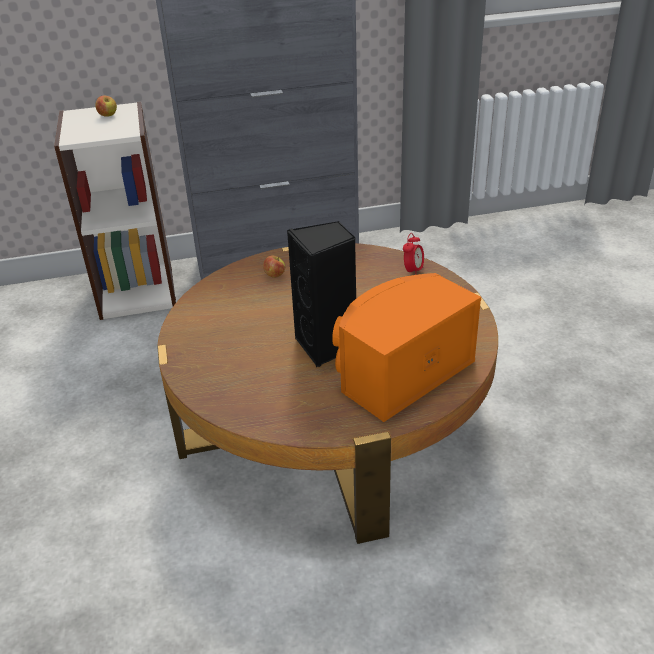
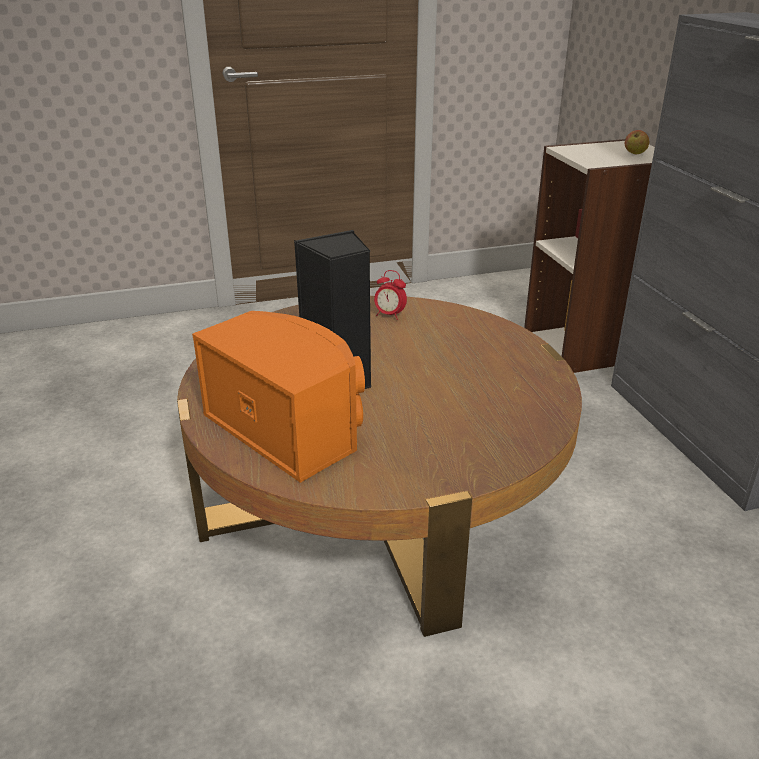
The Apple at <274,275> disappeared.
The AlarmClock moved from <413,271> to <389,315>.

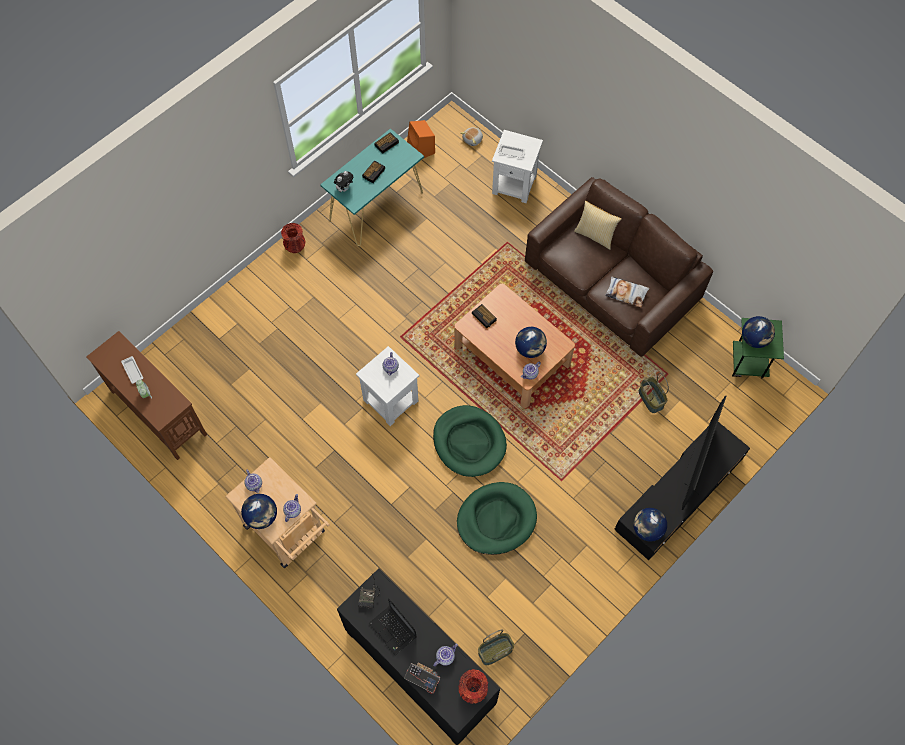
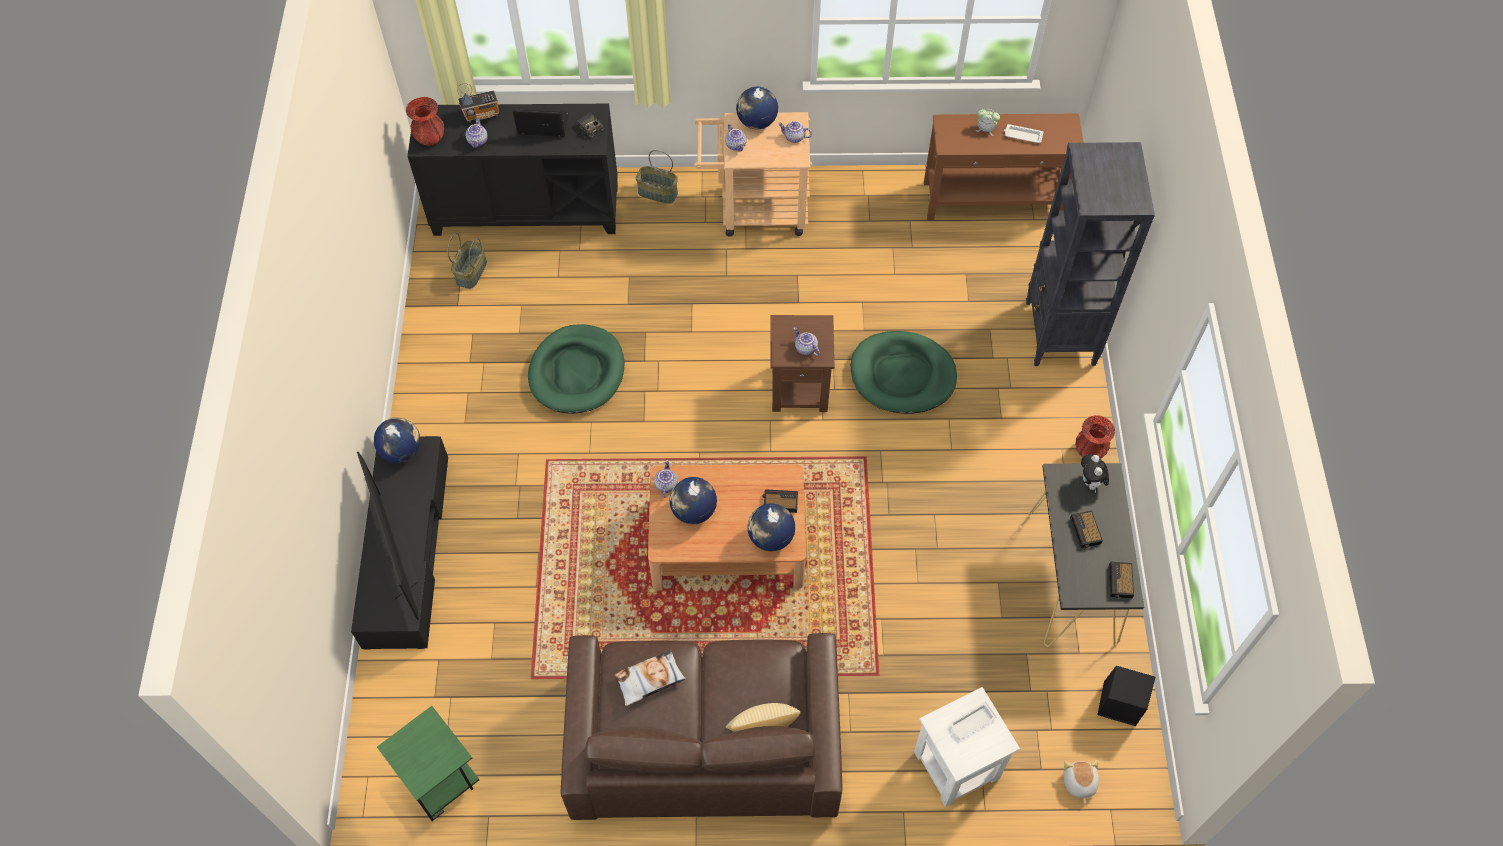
The TurquoiseColouredConsoleTable at <376,206> became the BlackColouredConsoleTable at <1072,578>.
The WhitishAccentTable at <390,400> became the BrownAccentTable at <800,388>.
The OrangeLoudspeaker at <421,150> became the BlackColouredLoudspeaker at <1118,703>.
The GreenishDogCushion moved from <469,442> to <902,375>.
The HouseholdBasket moved from <651,399> to <657,193>.
The DeskGlobe moved from <754,339> to <770,538>.
The BlackColouredBookcase at <1060,334> appeared.

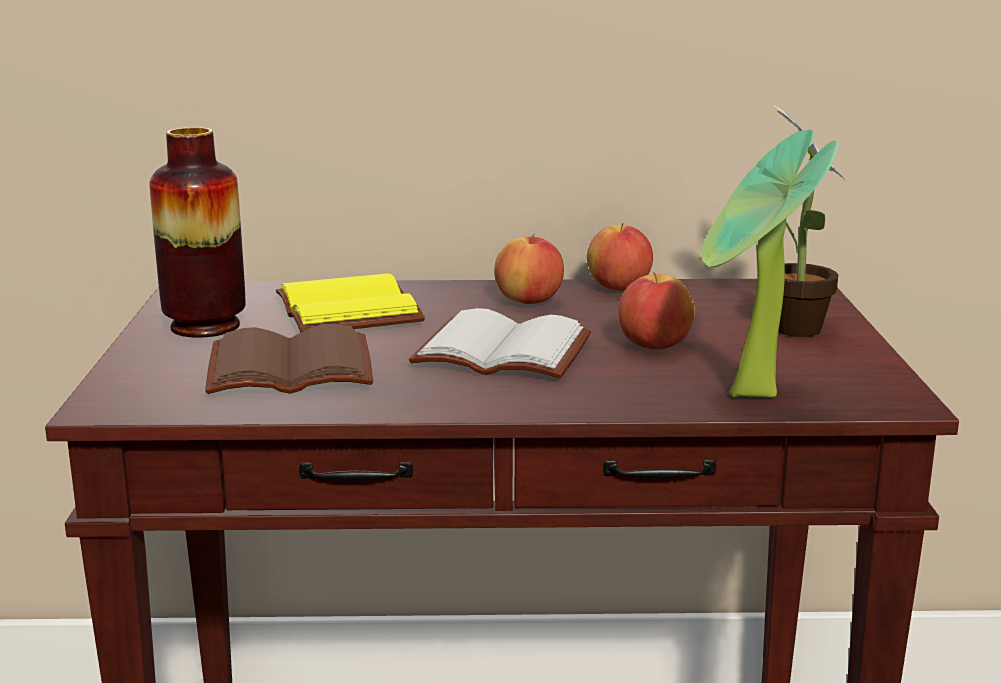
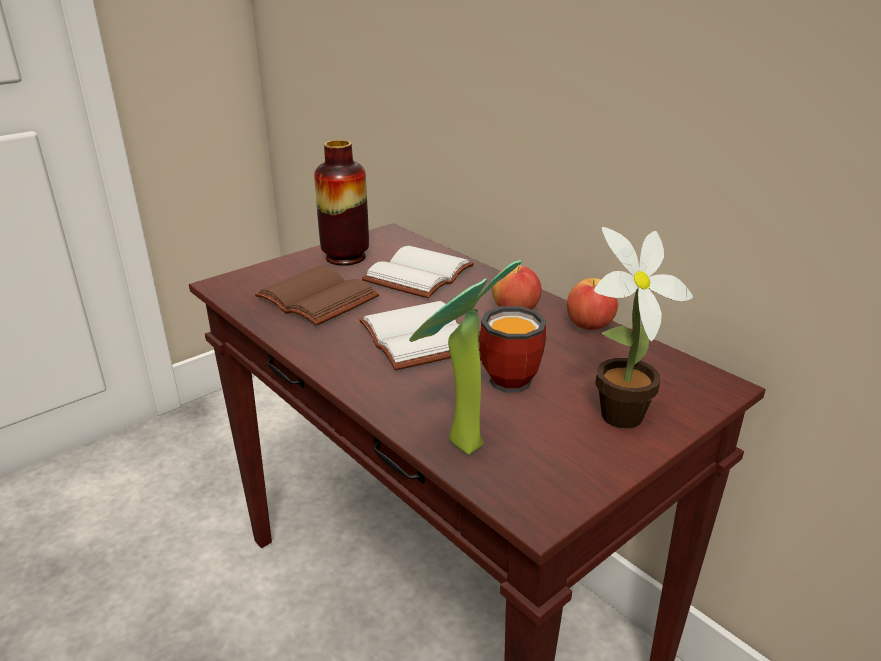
The YellowishBoundBook at <353,311> became the WhitishBoundBook at <420,276>.
The Apple at <654,346> was replaced by the TeaMug at <502,378>.

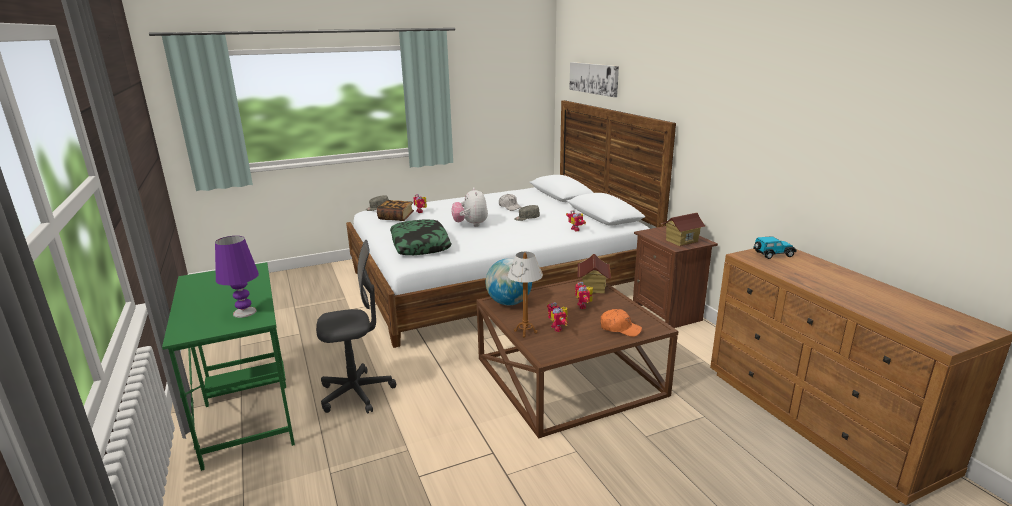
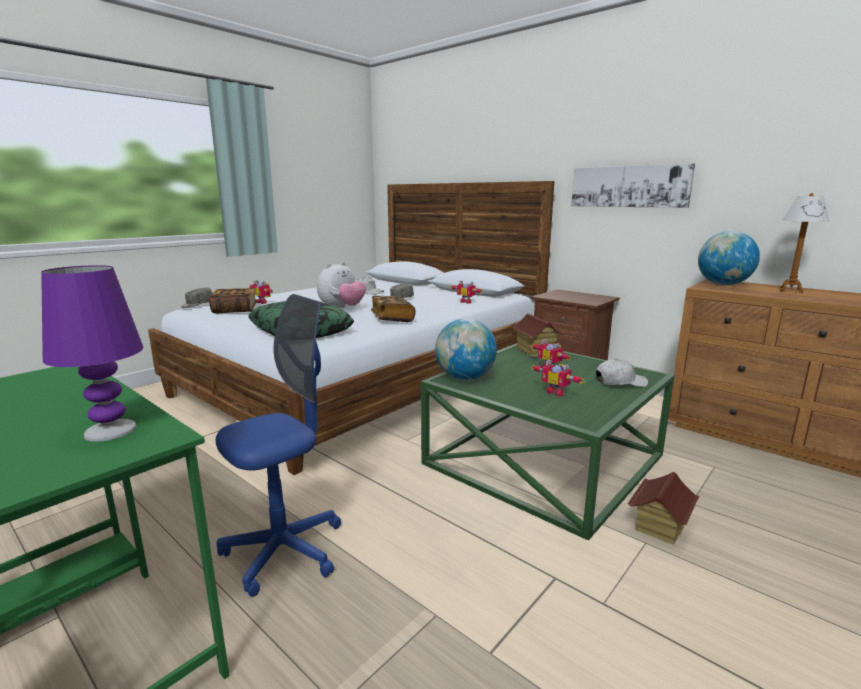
The GreyDeskChair at <356,393> became the BluishDeskChair at <284,551>.
The CuddlyToy at <470,225> turned 105 degrees counterclockwise.
The BrownCoffeeTable at <570,376> became the GreenishCoffeeTable at <544,458>.
The TableLamp moved from <525,332> to <790,290>.
The WallArt moved from <594,78> to <629,186>.
The OrangeBaseballCap at <620,328> became the WhitishBaseballCap at <620,382>.
The MiniatureHouse moved from <681,241> to <659,526>.
The MiniatureCar at <772,254> was replaced by the DeskGlobe at <723,285>.
The BoundBook at <392,319> appeared.

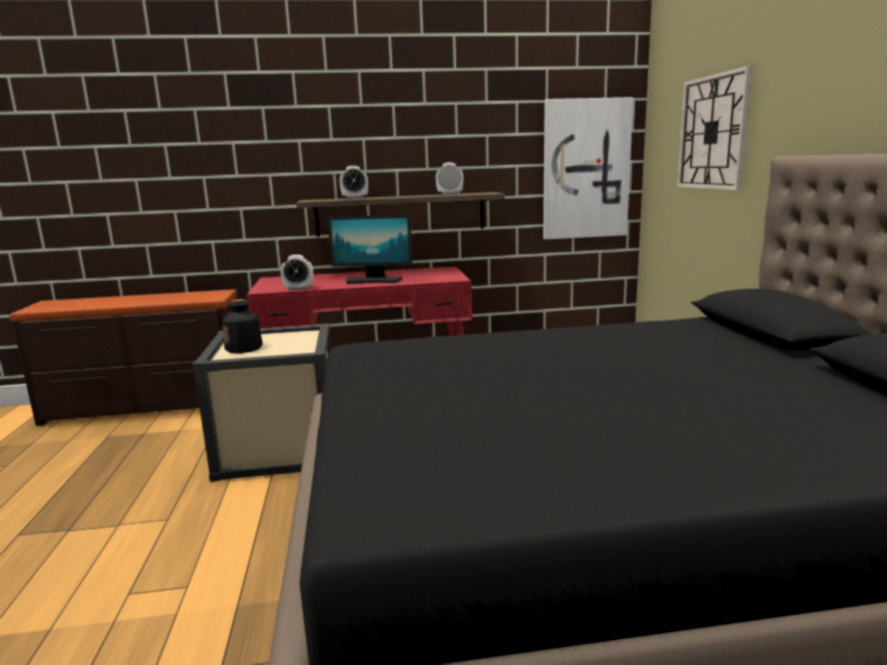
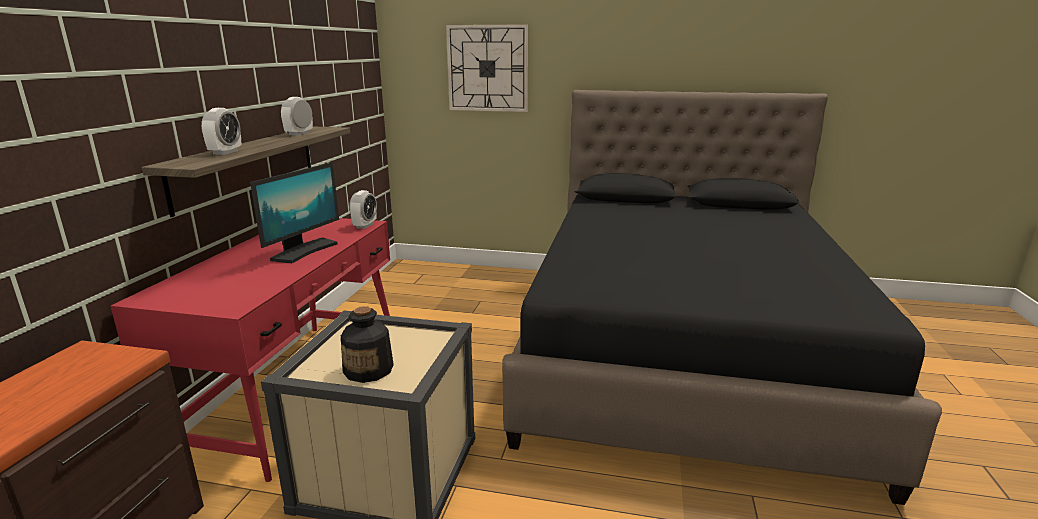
The AlarmClock moved from <298,289> to <365,225>.
The WallArt at <585,169> disappeared.

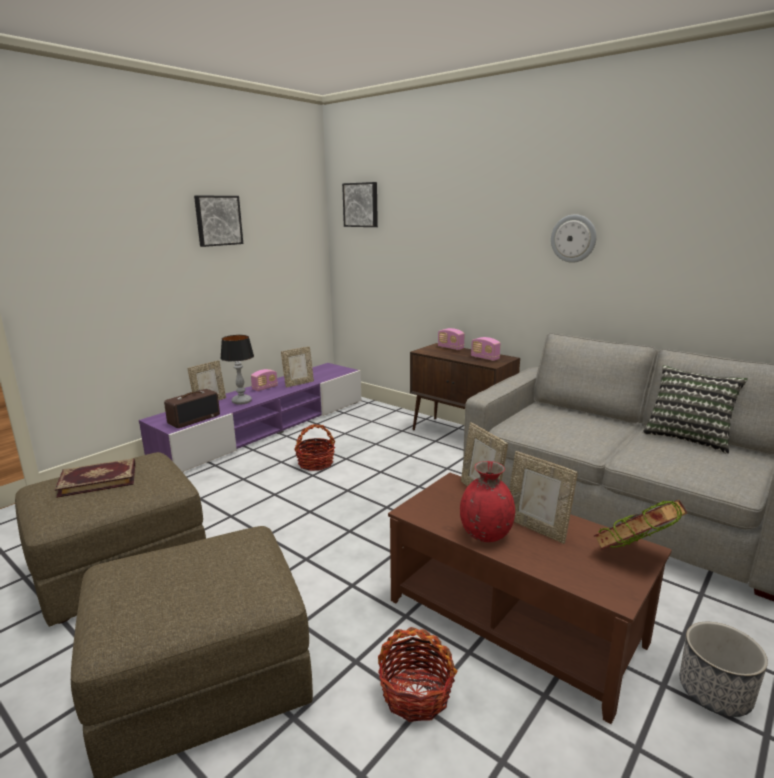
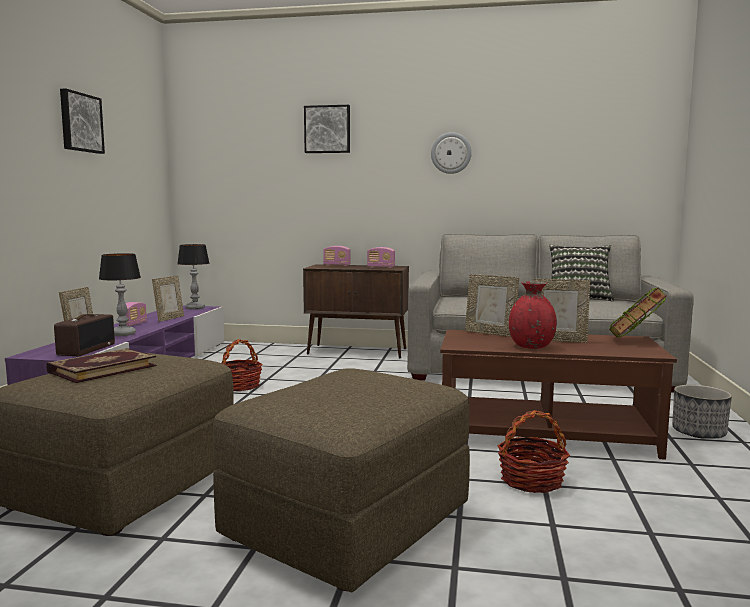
The WallArt moved from <361,205> to <327,129>.
The TableLamp at <195,308> appeared.

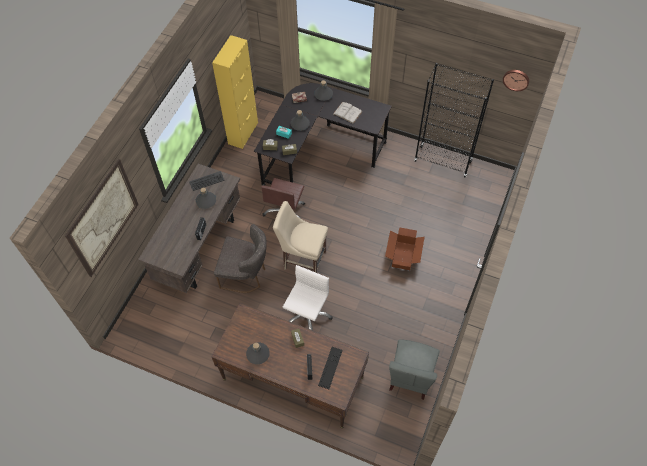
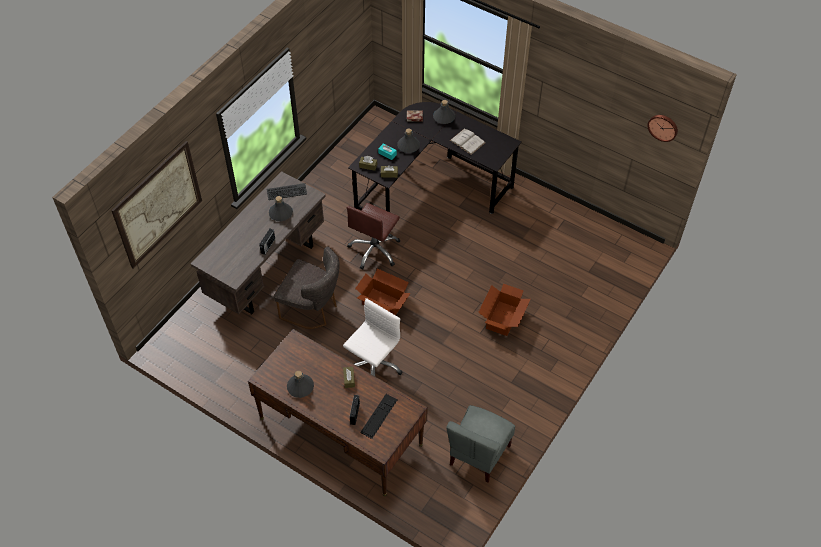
The YellowishCabinet at <243,133> disappeared.
The BeigeColouredChair at <302,259> was replaced by the CardboardBox at <383,302>.
The BlackColouredBookcase at <443,161> disappeared.

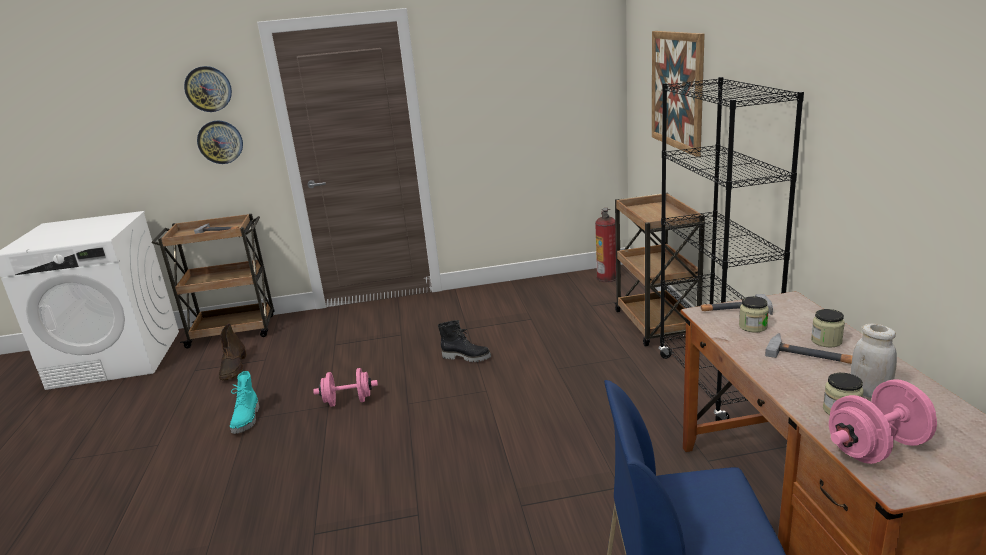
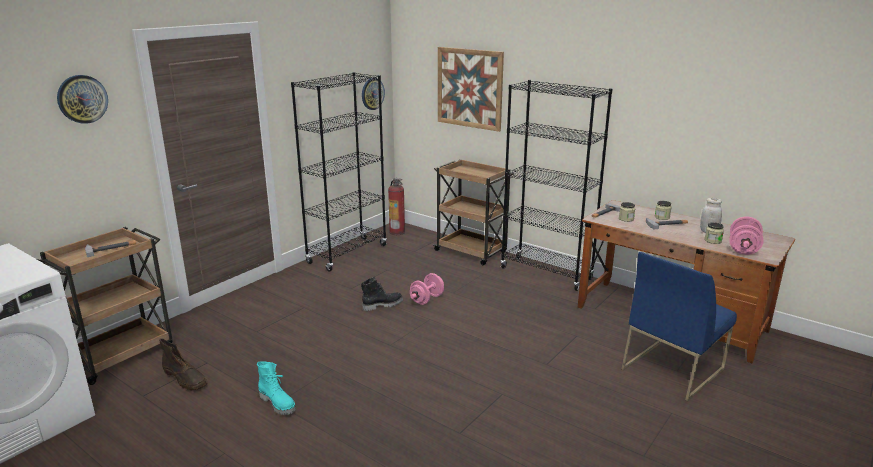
The HangingClock moved from <220,142> to <372,94>.
The PinkishDumbbell moved from <348,401> to <427,299>.
The BlackColouredBookcase at <347,254> appeared.

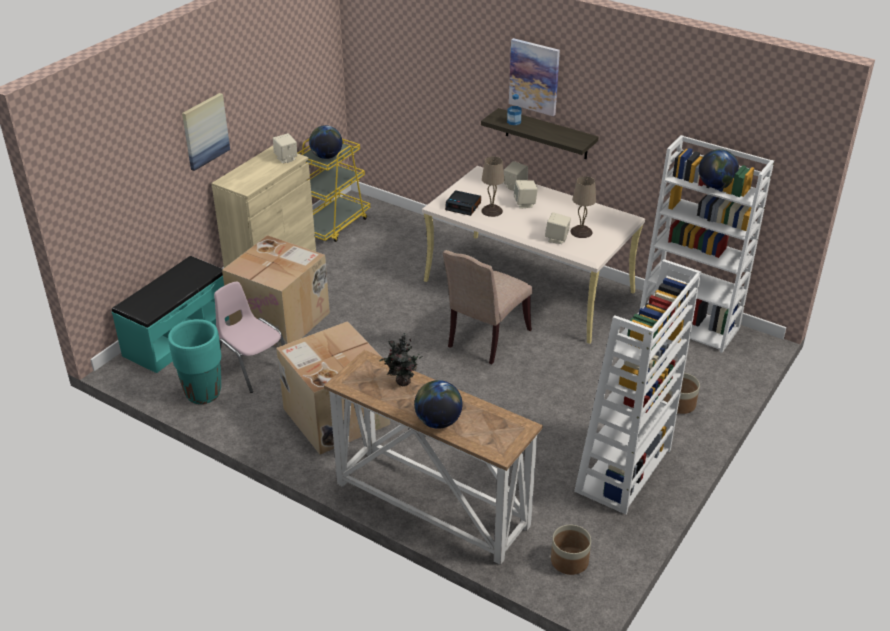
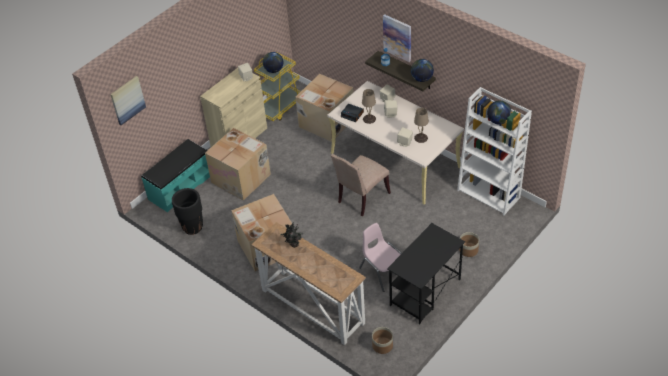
The TurquoiseColouredFlowerPot at <203,394> became the BlackColouredFlowerPot at <192,227>.
The WallArt moved from <205,131> to <127,100>.
The PinkishChair moved from <253,367> to <383,271>.
The DeskGlobe moved from <438,421> to <421,79>.
The WhitishBookcase at <624,471> was replaced by the BlackColouredDeskTable at <425,292>.
The CardboardBox at <325,122> appeared.

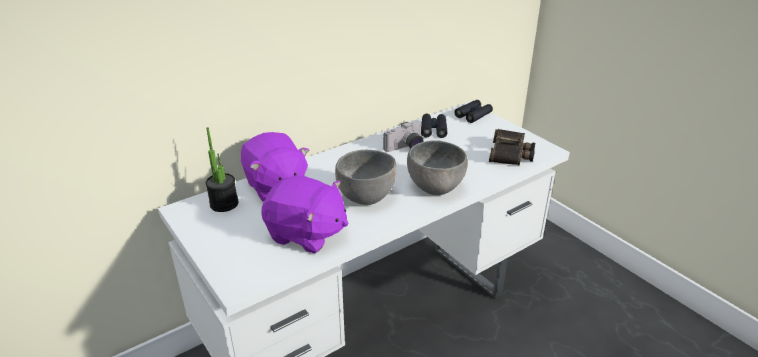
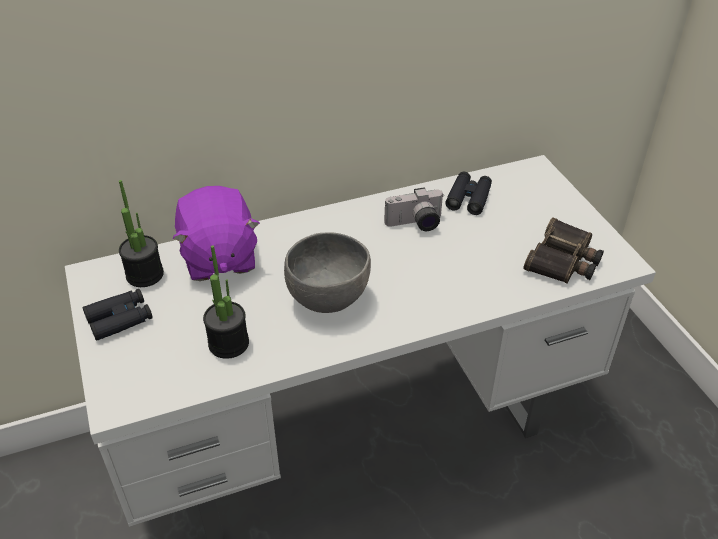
The PurplishCuddlyToy at <306,234> was replaced by the Houseplant at <228,343>.
The GreyDeepDish at <436,188> disappeared.
The BlackColouredFieldGlasses moved from <473,115> to <120,319>.

